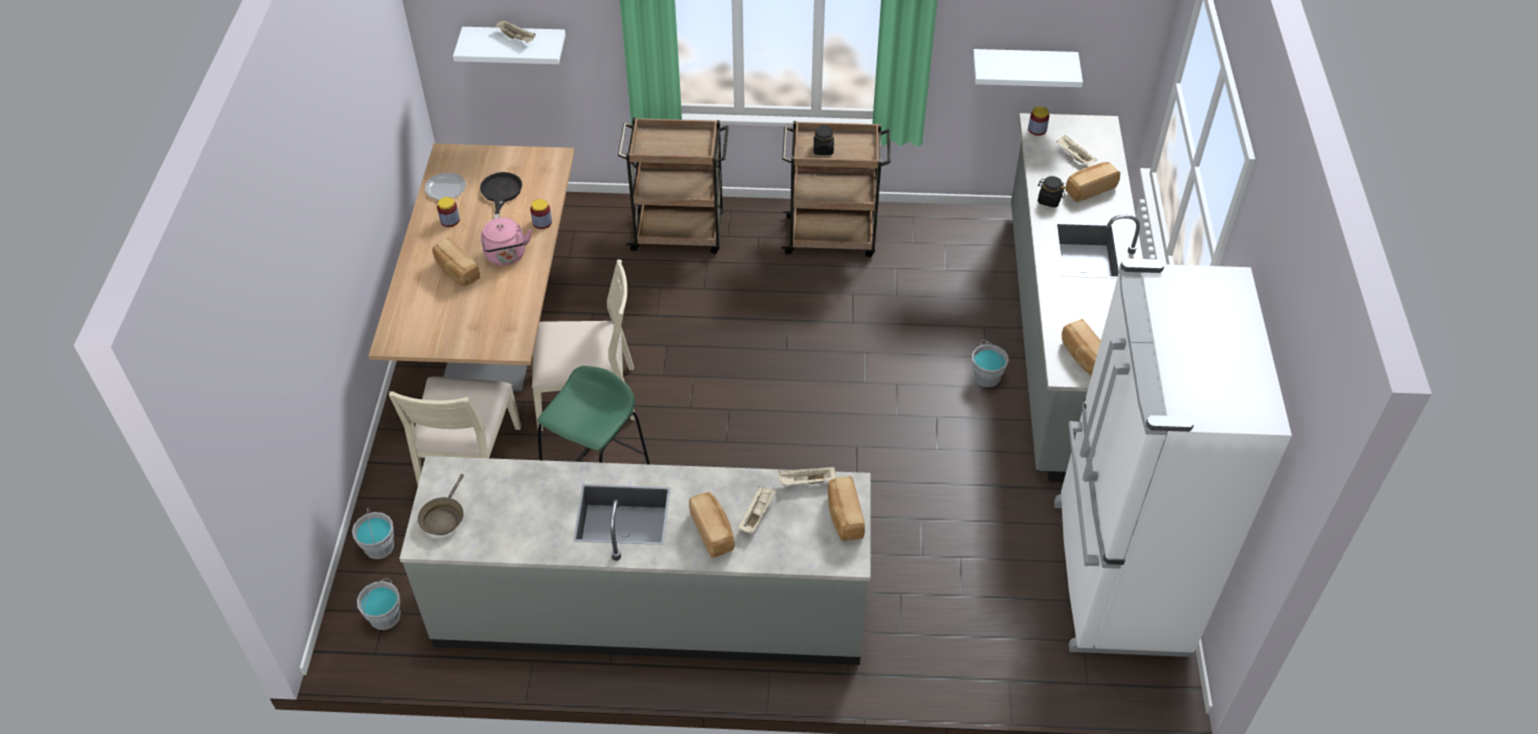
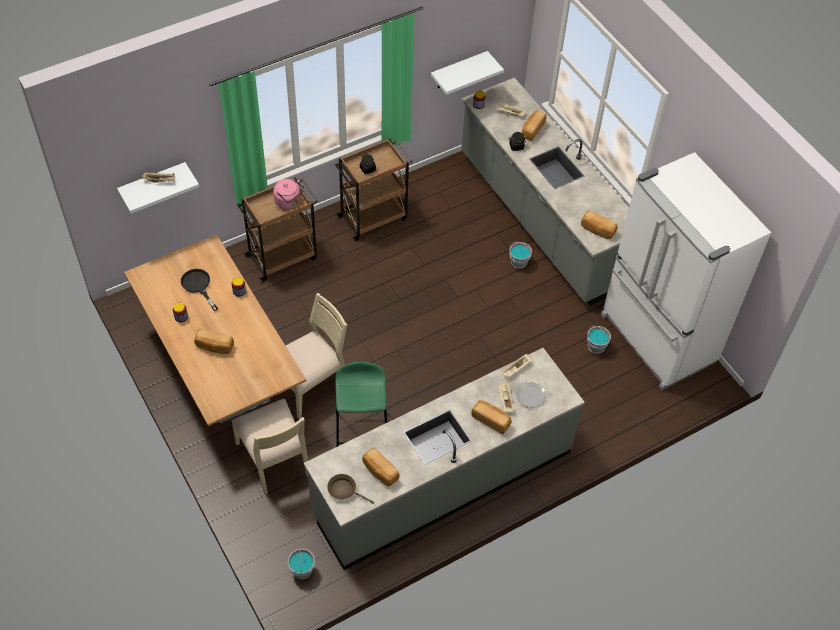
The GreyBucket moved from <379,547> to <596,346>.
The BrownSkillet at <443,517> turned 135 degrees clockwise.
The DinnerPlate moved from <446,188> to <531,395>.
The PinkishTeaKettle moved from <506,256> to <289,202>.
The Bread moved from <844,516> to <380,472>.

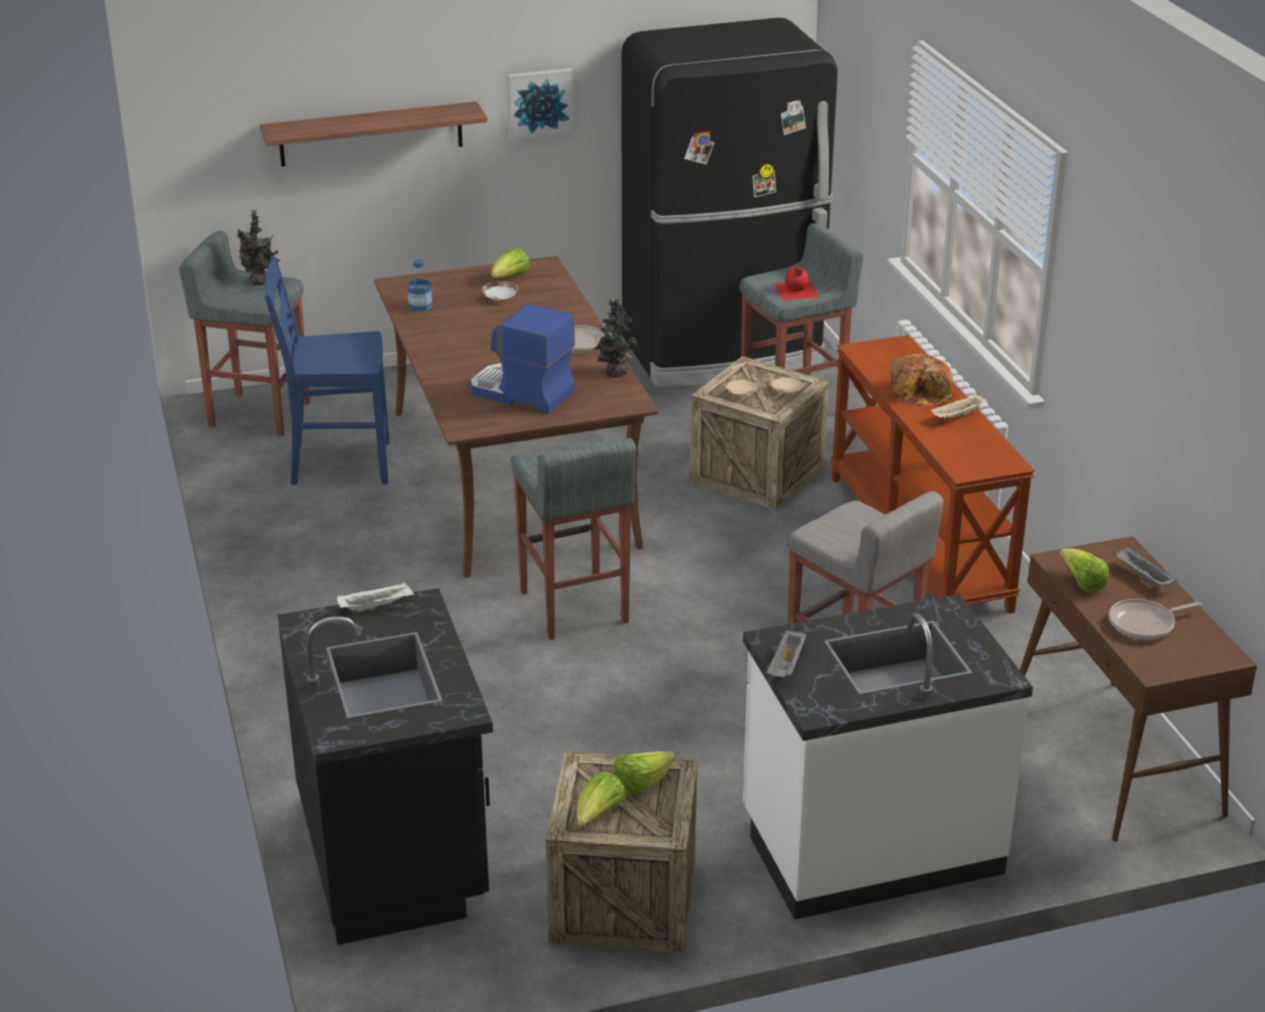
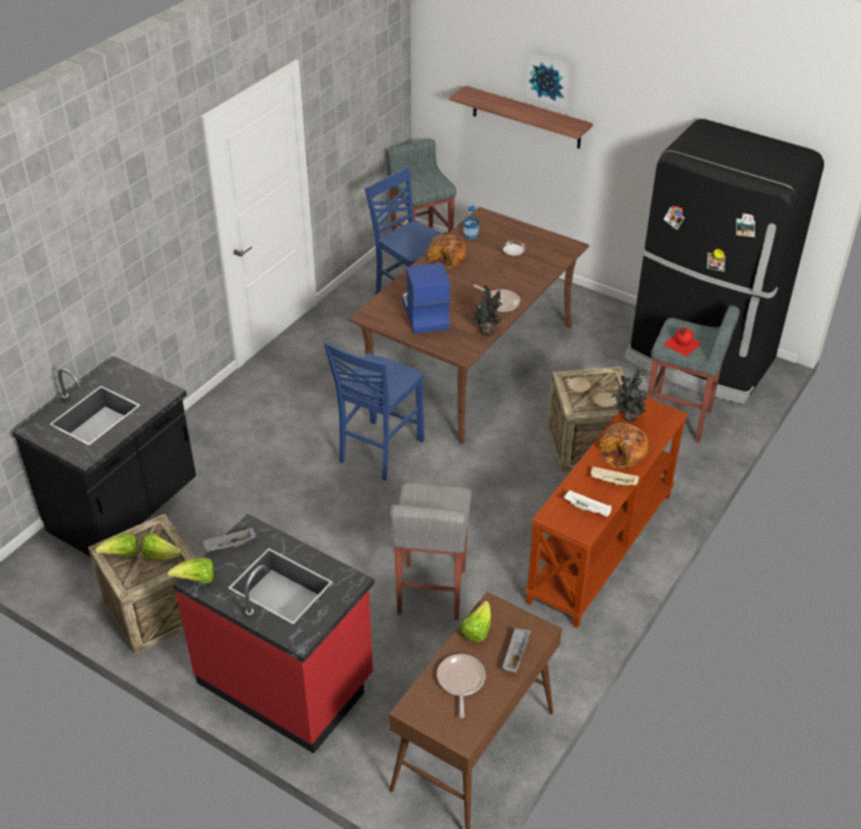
The Houseplant moved from <259,283> to <628,418>.
The WhitishCarryingTray moved from <377,606> to <588,509>.
The HeadOfLettuce moved from <510,278> to <196,580>.
The WallArt moved from <539,102> to <549,79>.
The GreyStoolSeat at <573,608> was replaced by the BluishChair at <378,451>.
The WhitishCounter at <870,845> became the RedCounter at <286,680>.
The Skillet at <1145,624> turned 60 degrees clockwise.
The Bread at <447,258> appeared.

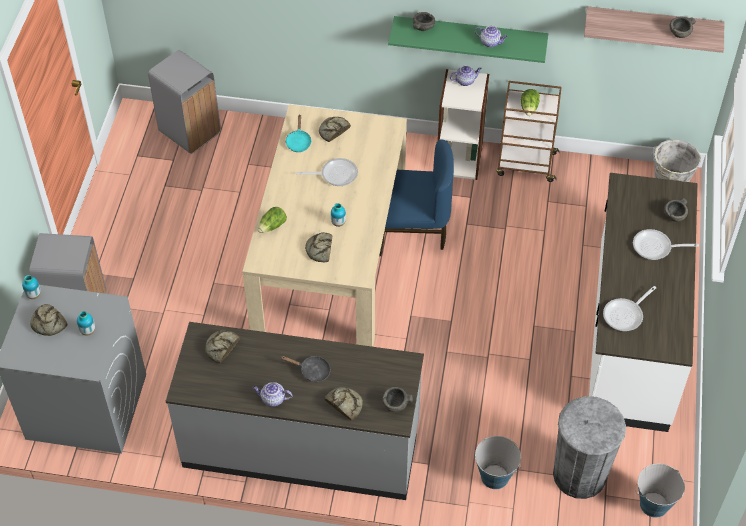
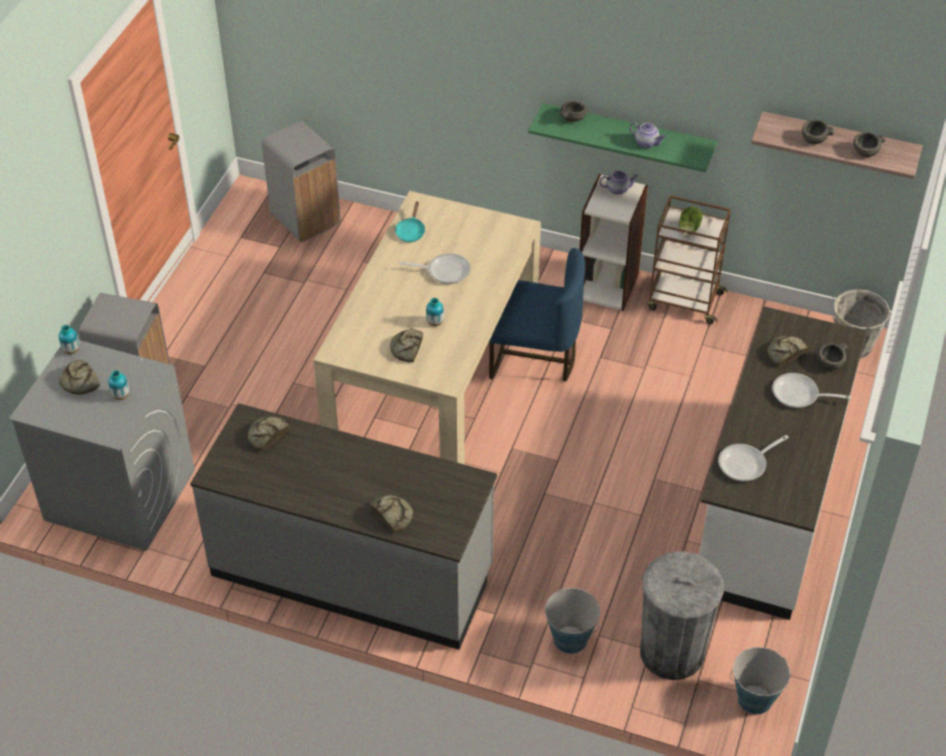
The Teapot at <272,399> disappeared.
The HeadOfLettuce at <272,226> disappeared.
The BlackColouredSkillet at <312,371> disappeared.
The Bread moved from <333,131> to <785,353>.
The GreyDeepDish moved from <395,405> to <814,139>.

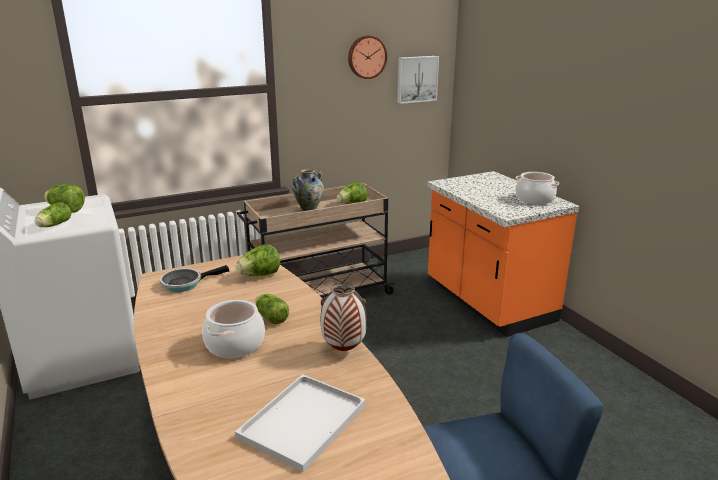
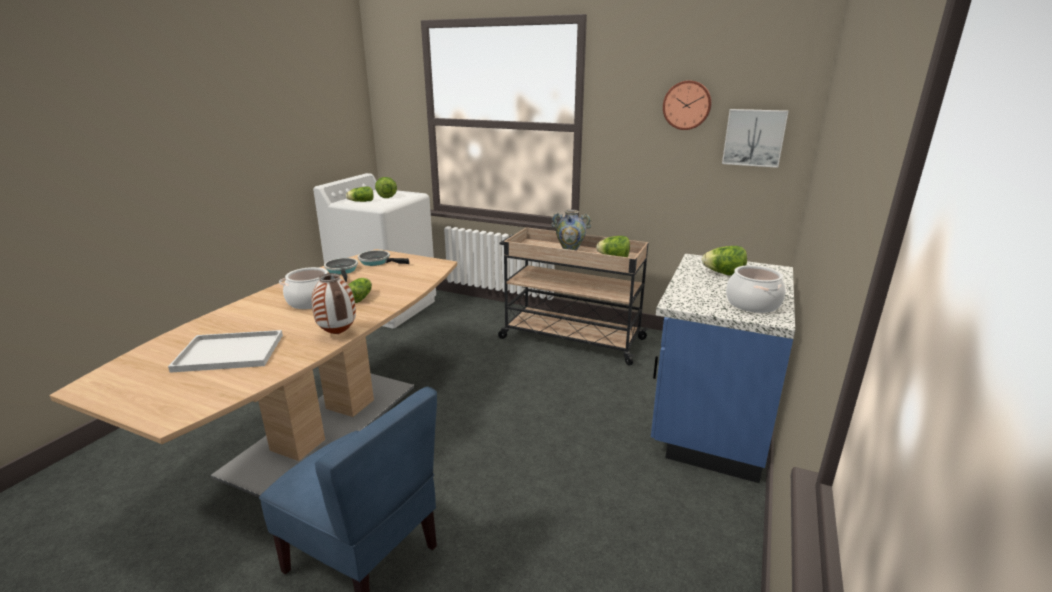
The HeadOfLettuce moved from <259,275> to <724,274>.
The OrangeCounter at <487,303> became the BluishCounter at <708,421>.
The Skillet at <342,271> appeared.

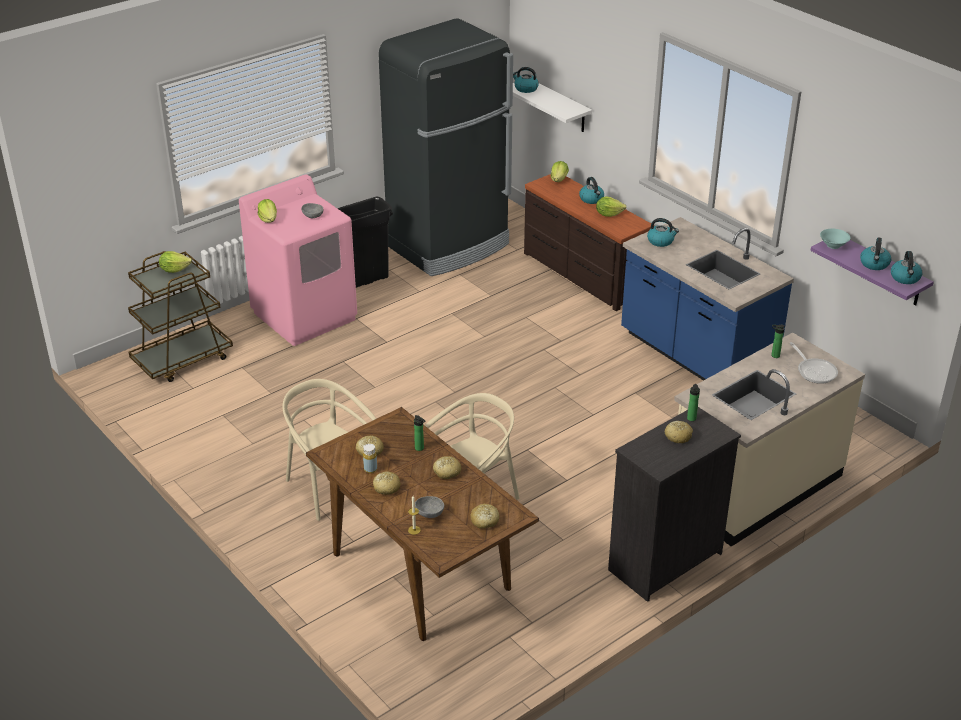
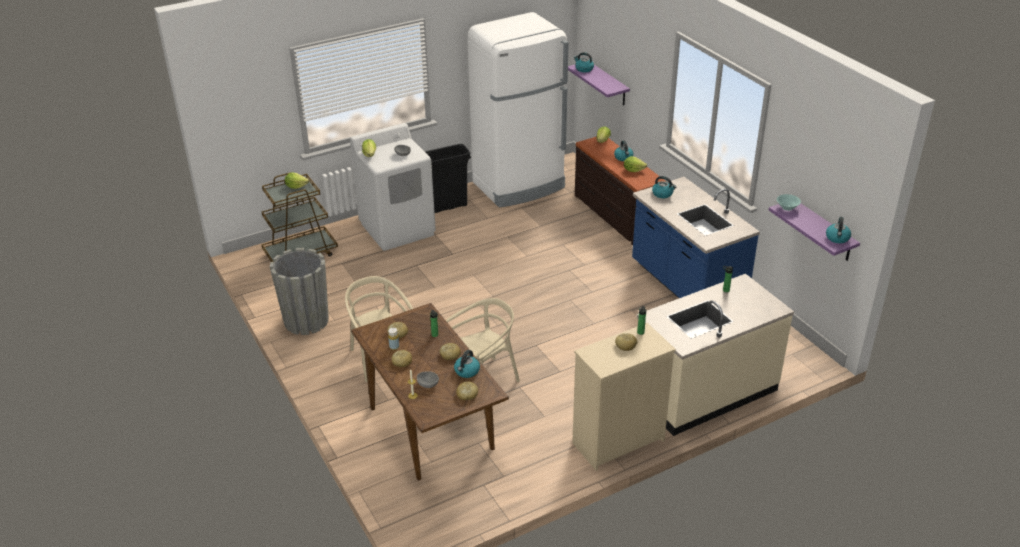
The PinkishLaundryMachine at <305,315> became the WhitishLaundryMachine at <398,229>.
The BlackColouredFridge at <450,246> became the WhitishFridge at <519,186>.
The WhitishShelf at <559,106> became the PurplishShelf at <608,84>.
The BlackColouredDrawerChest at <664,562> became the BeigeColouredDrawerChest at <617,442>.
The Skillet at <814,371> disappeared.
The TeaKettle moved from <874,264> to <467,371>.
The GreyFlowerPot at <306,321> appeared.

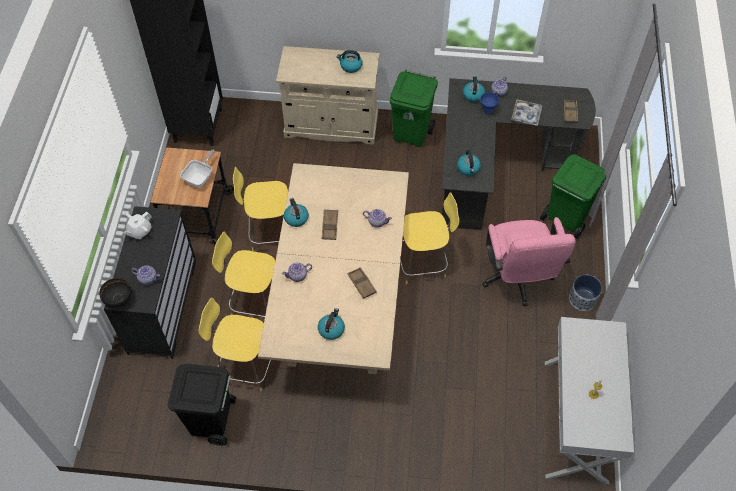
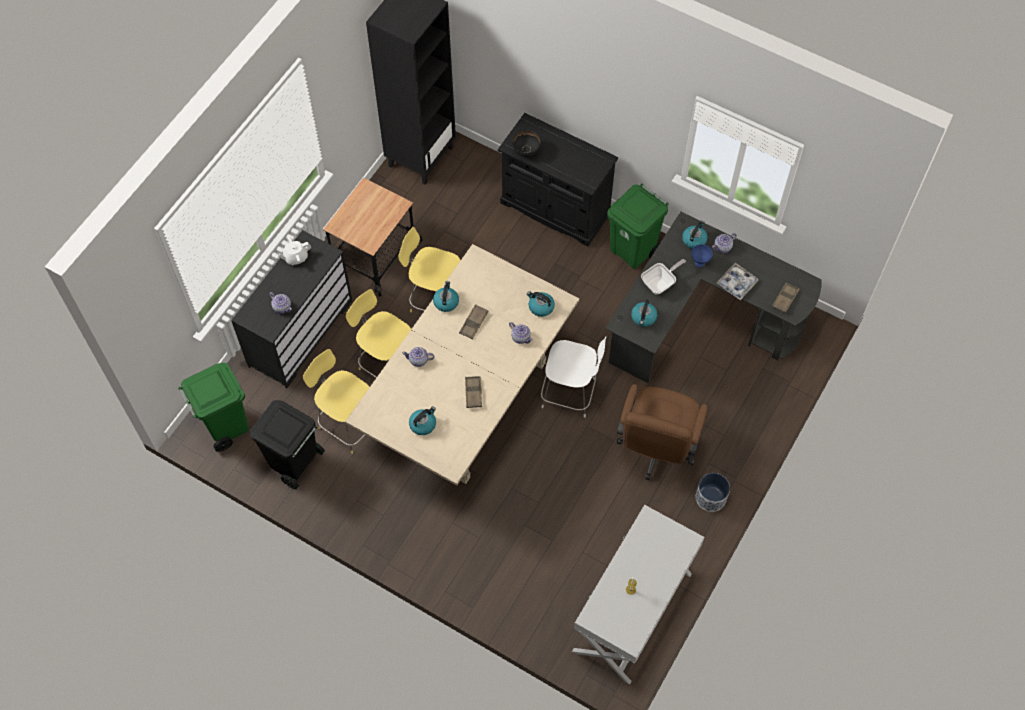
The BlackColouredDeepDish moved from <119,300> to <526,152>.
The Skillet moved from <200,177> to <660,283>.
The BeigeColouredCabinet at <331,125> became the BlackColouredCabinet at <555,207>.
The TeaKettle moved from <350,66> to <540,307>.
The YellowishStoolSeat at <423,263> became the WhitishStoolSeat at <570,393>.
The PinkishDeskChair at <517,279> became the BrownDeskChair at <655,449>.
The GreenishRubbishBin moved from <565,219> to <225,425>.

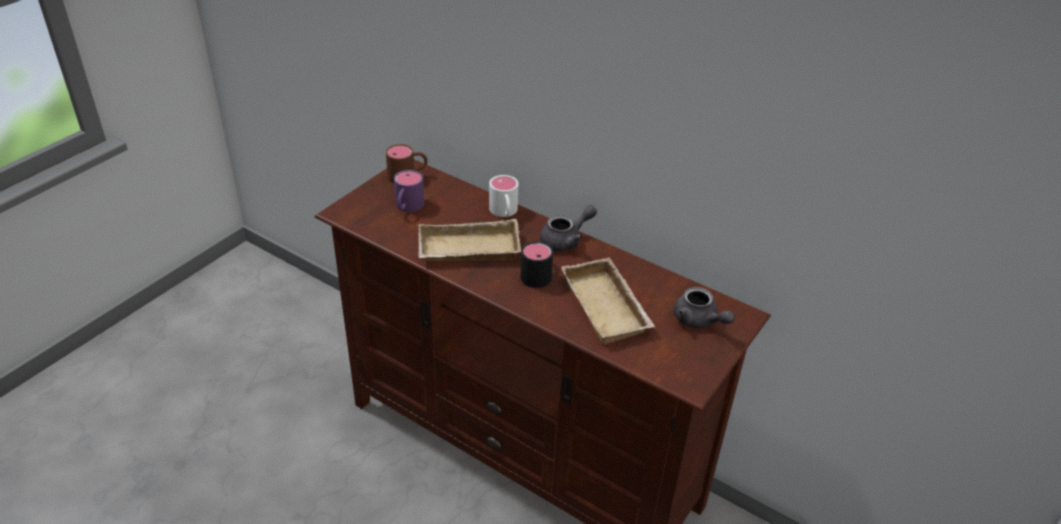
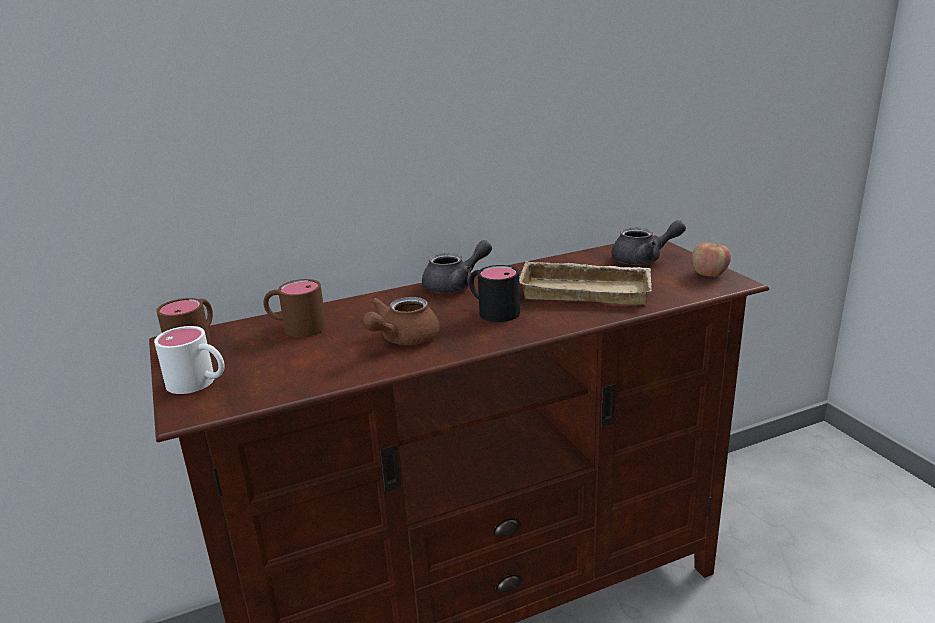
The PurplishTeaMug at <407,207> disappeared.
The BeigeColouredCarryingTray at <467,250> was replaced by the BrownTeapot at <402,339>.
The WhitishTeaMug moved from <504,212> to <199,383>.
The GreyTeapot at <566,240> turned 60 degrees clockwise.
The BrownTeaMug at <296,327> appeared.
The Apple at <709,274> appeared.

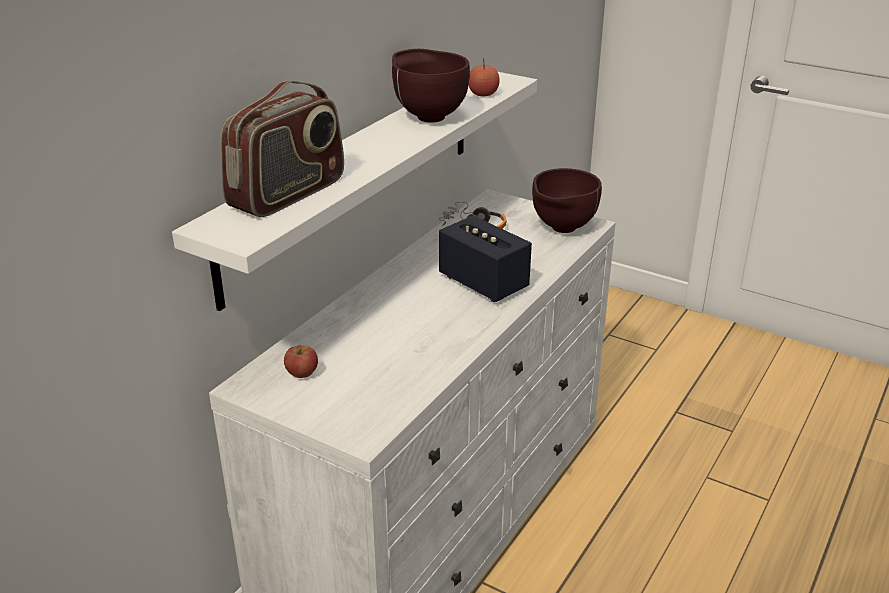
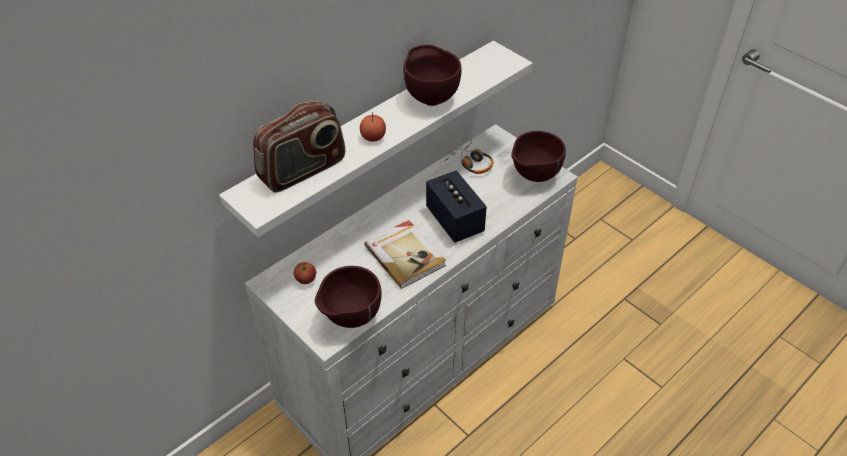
The Apple moved from <483,94> to <373,137>.
The BrownDeepDish at <350,319> appeared.
The BoundBook at <405,255> appeared.

